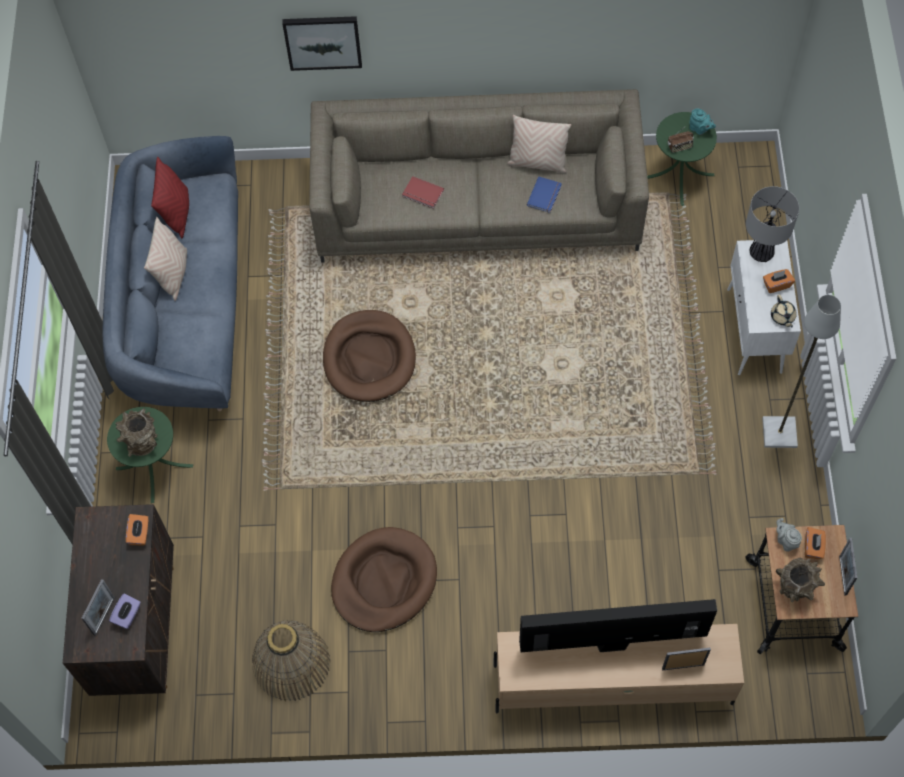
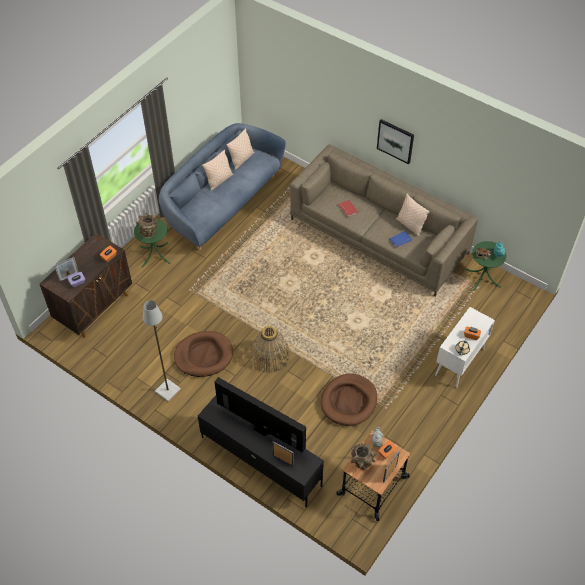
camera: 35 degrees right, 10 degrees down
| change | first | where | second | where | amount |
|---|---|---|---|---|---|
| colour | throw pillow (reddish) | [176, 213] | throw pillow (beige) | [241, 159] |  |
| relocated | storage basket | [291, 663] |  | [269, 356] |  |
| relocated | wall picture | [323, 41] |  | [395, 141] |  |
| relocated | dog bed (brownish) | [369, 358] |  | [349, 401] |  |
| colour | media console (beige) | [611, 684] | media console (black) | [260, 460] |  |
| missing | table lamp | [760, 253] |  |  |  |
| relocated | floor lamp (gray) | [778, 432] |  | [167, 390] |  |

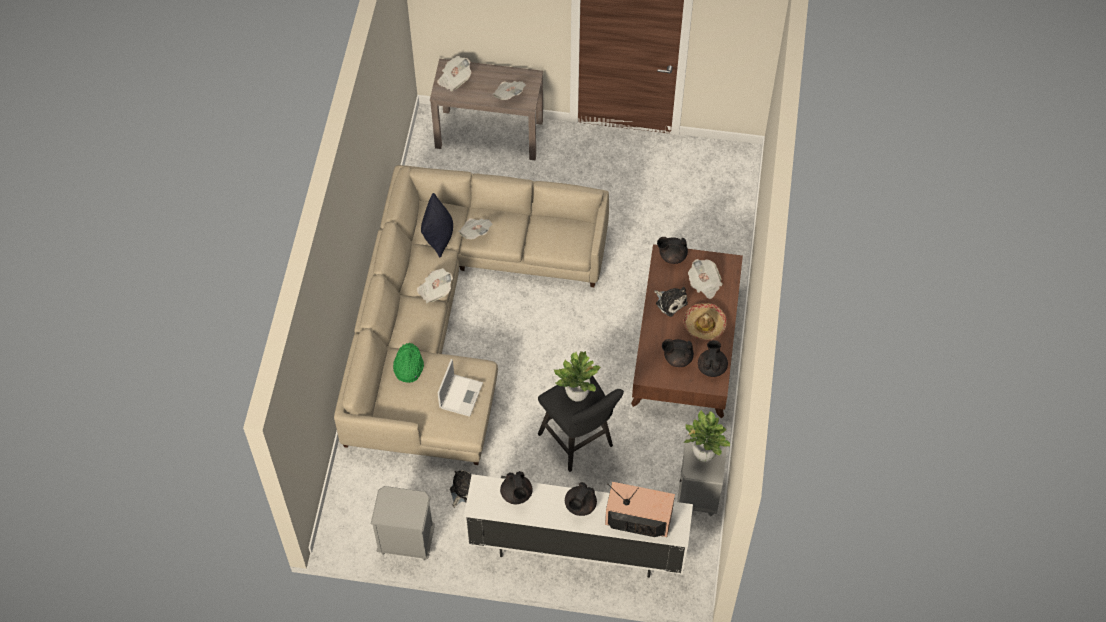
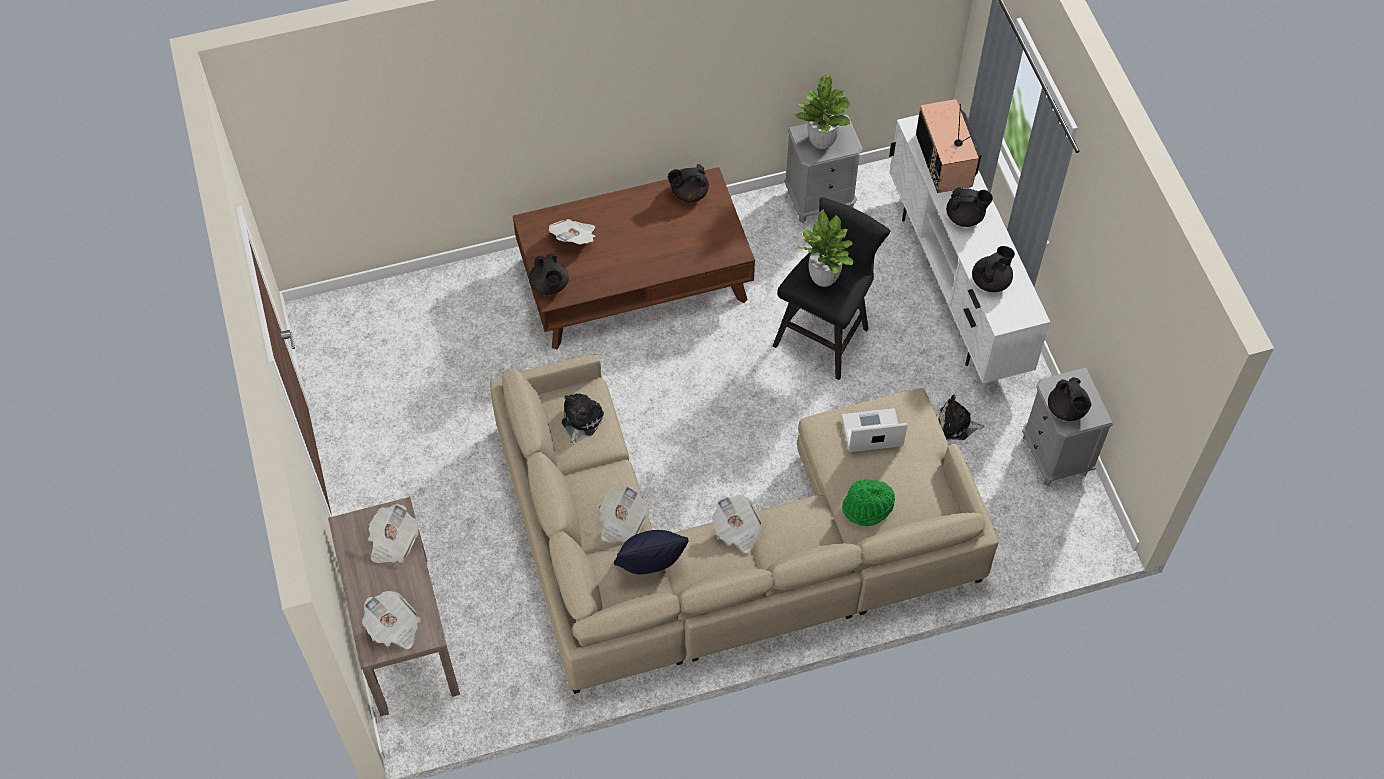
camera: 115 degrees left, 0 degrees up
| change | first | where | second | where | amount |
|---|---|---|---|---|---|
| relocated | plush toy | [670, 302] |  | [580, 420] |  |
| relocated | teapot (black) | [677, 358] |  | [1067, 410] |  |
| missing | wearable hat | [704, 325] |  |  |  |

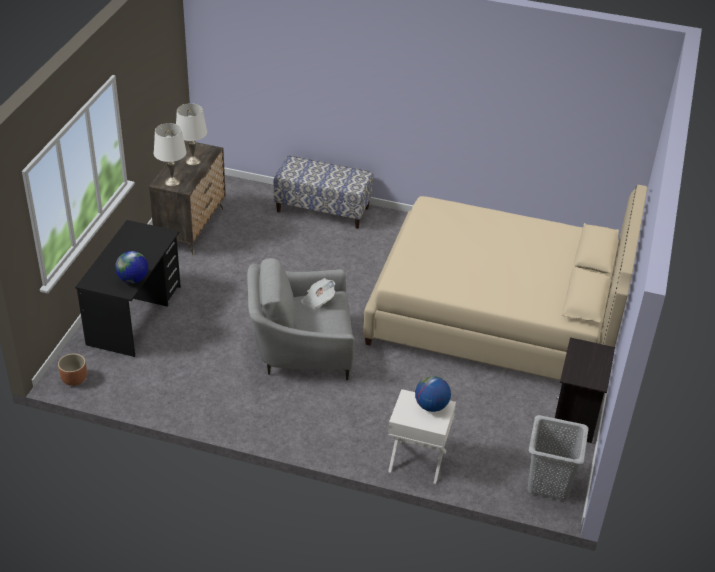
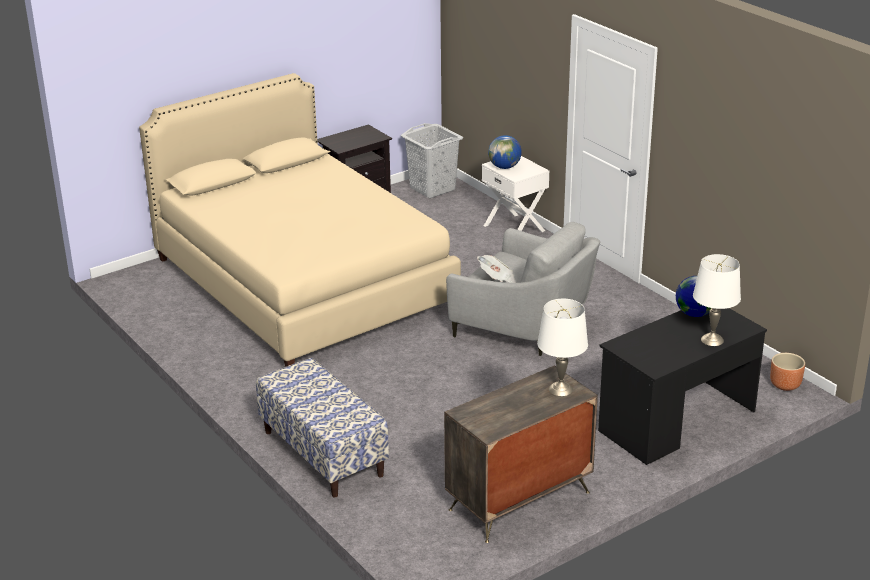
camera: 140 degrees left, 10 degrees down
| change | first | where | second | where | amount |
|---|---|---|---|---|---|
| relocated | table lamp (white) | [193, 161] |  | [711, 340] |  |

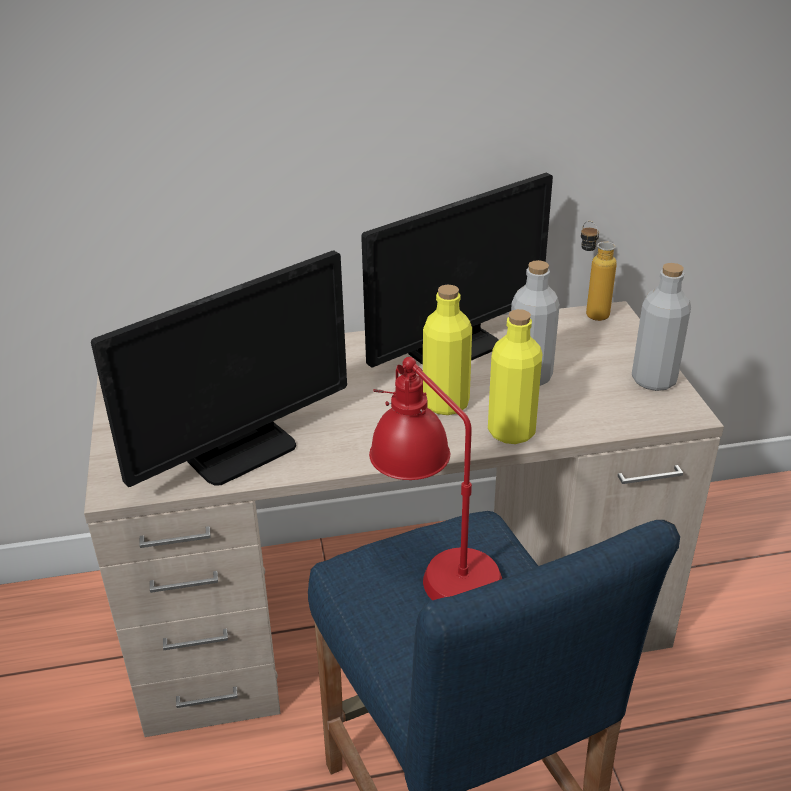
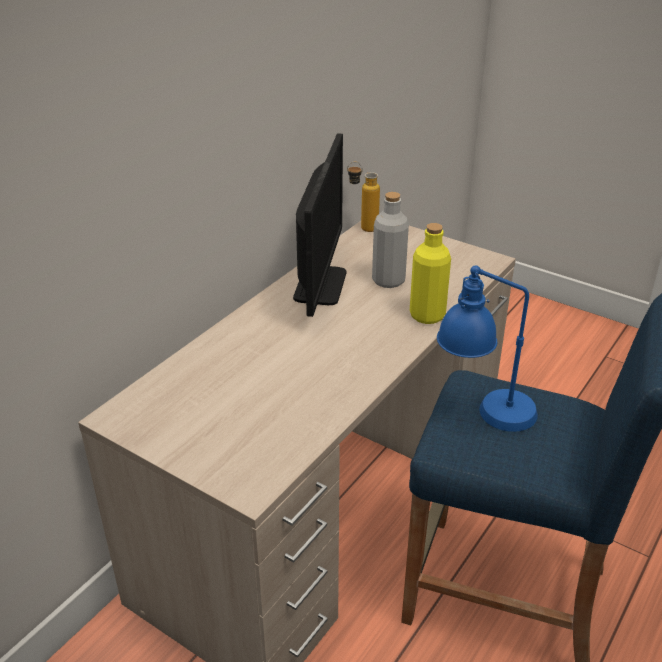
camera: 45 degrees left, 0 degrees up
| change | first | where | second | where | amount |
|---|---|---|---|---|---|
| missing | computer display | [241, 451] |  |  |  |
| colour | table lamp (reddish) | [434, 565] | table lamp (blue-coloured) | [482, 413] |  |
| missing | beverage bottle (yellow-coloured) | [446, 403] |  |  |  |
| missing | beverage bottle (gray) | [654, 380] |  |  |  |

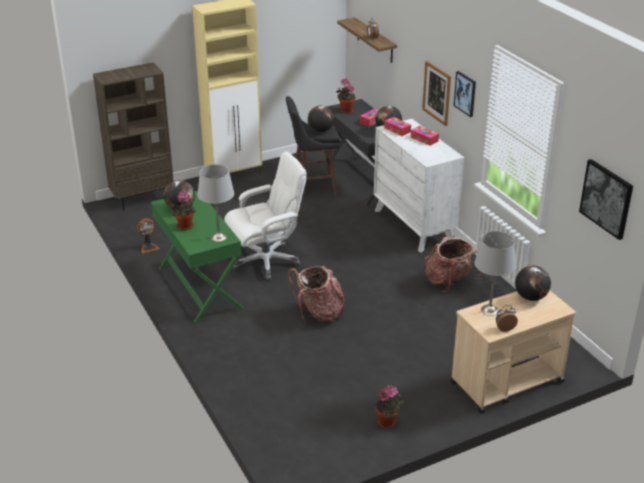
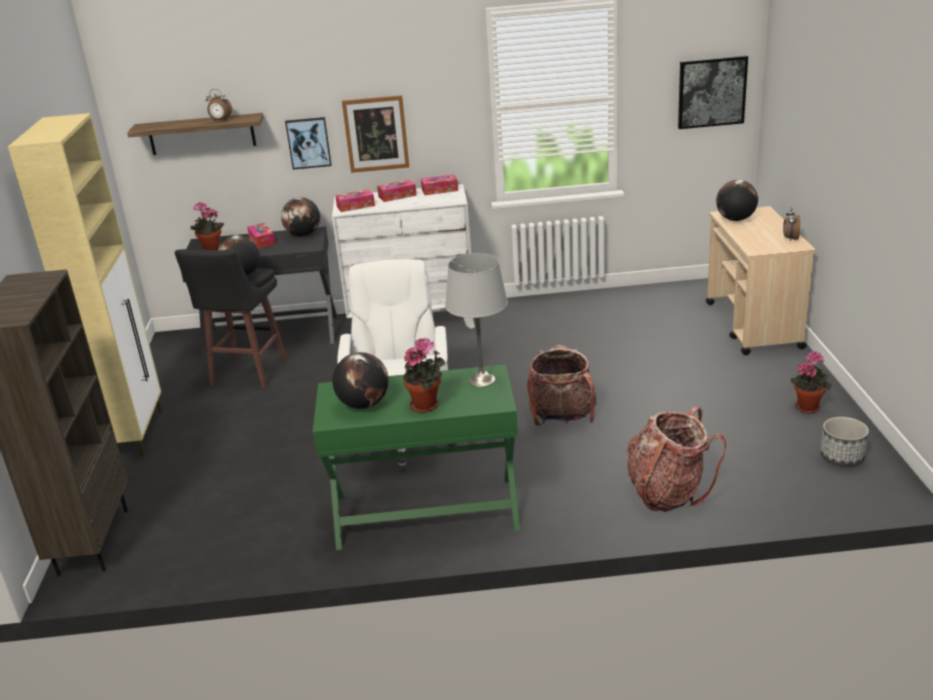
camera: 65 degrees left, 5 degrees down
| change | first | where | second | where | amount |
|---|---|---|---|---|---|
| missing | electric fan | [148, 247] |  |  |  |
| relocated | knapsack | [449, 282] |  | [668, 492] |  |
| relocated | wall picture | [465, 93] |  | [308, 143] |  |
| missing | table lamp (gray) | [490, 310] |  |  |  |
| appeared |  |  | tissue box | [439, 190] |  |
| appeared |  |  | flower pot | [841, 457] |  |

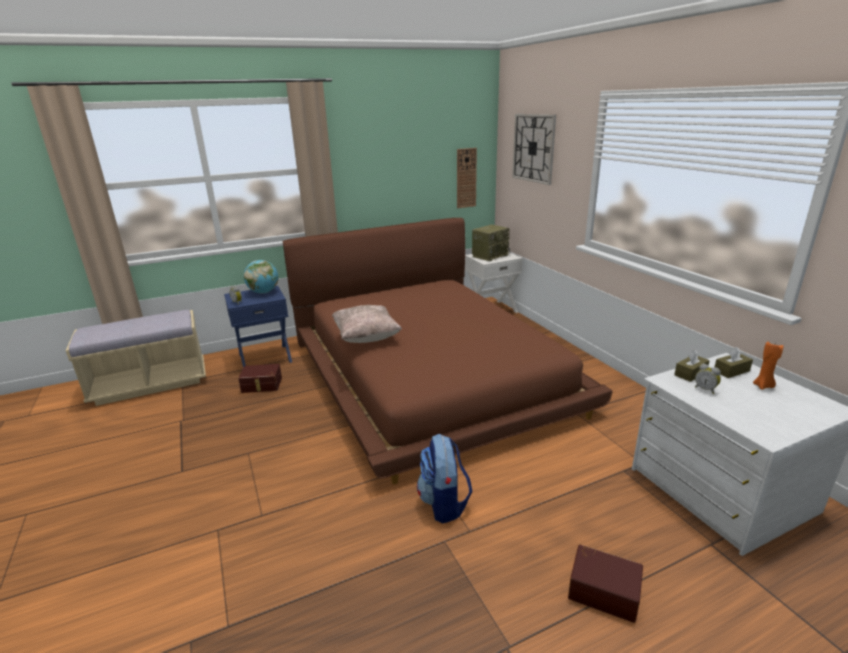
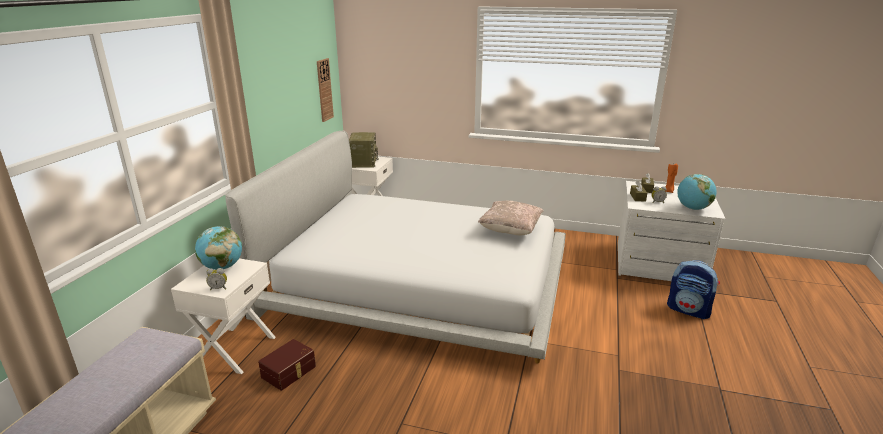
camera: 50 degrees left, 0 degrees up
| change | first | where | second | where | amount |
|---|---|---|---|---|---|
| colour | bedside table (blue-coloured) | [265, 358] | bedside table (white) | [234, 349] |  |
| colour | bed (brownish) | [429, 374] | bed (white) | [418, 283] |  |
| relocated | throw pillow (beige) | [366, 337] |  | [510, 230] |  |
| relocated | knapsack | [444, 503] |  | [689, 310] |  |
| missing | clock on the wall | [533, 148] |  |  |  |
| missing | storage container (brownish) | [603, 590] |  |  |  |
| appeared |  |  | world globe | [693, 208] |  |

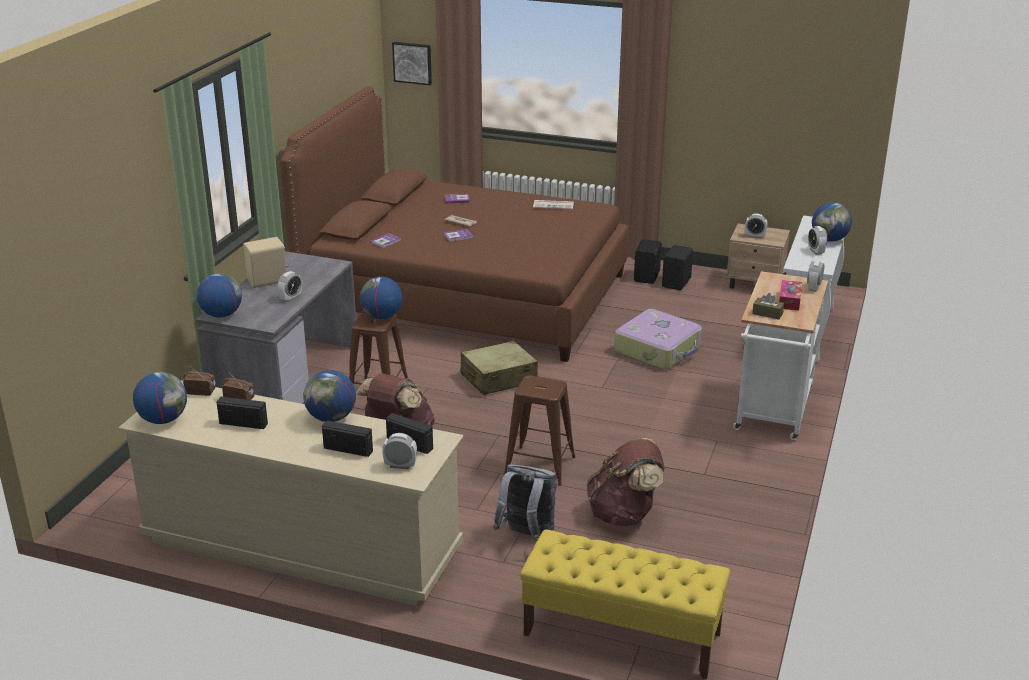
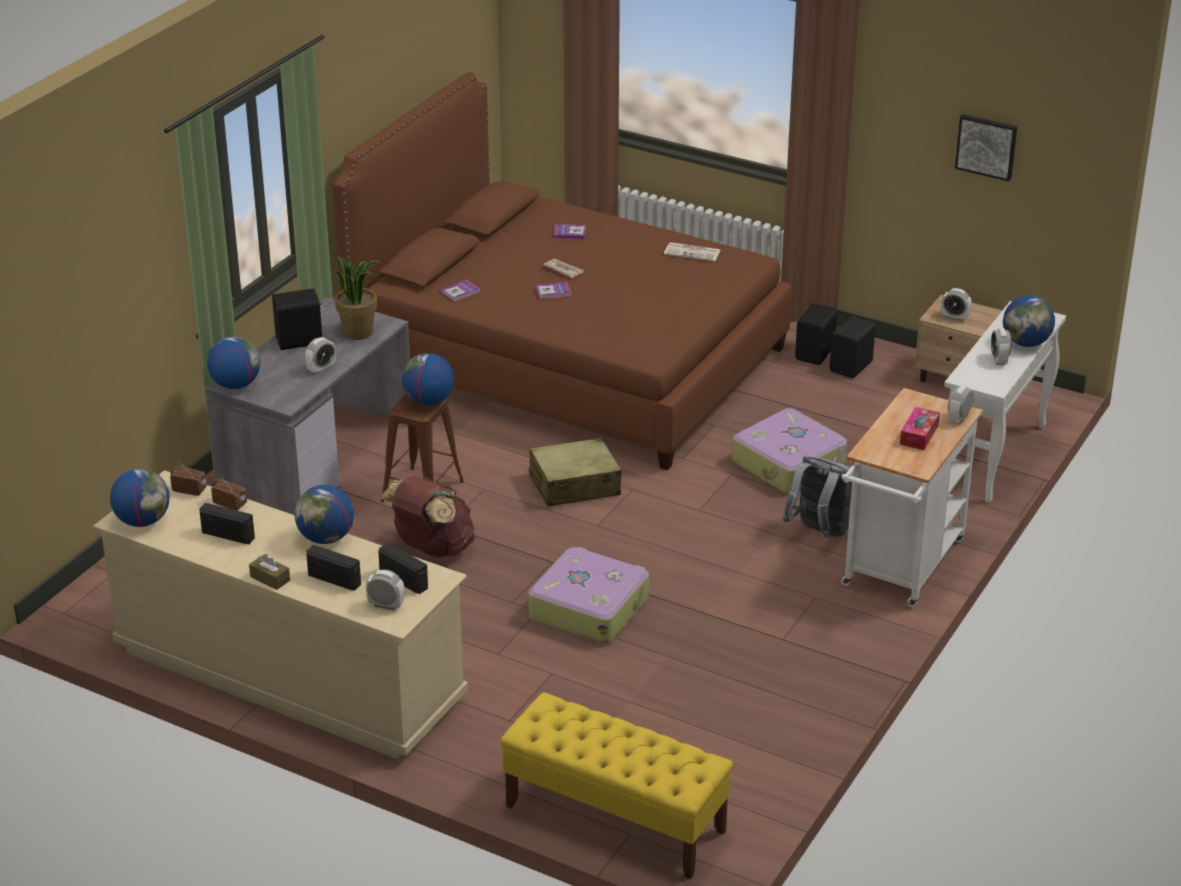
camera: 10 degrees right, 5 degrees up
| change | first | where | second | where | amount |
|---|---|---|---|---|---|
| colour | speaker (beige) | [268, 281] | speaker (black) | [300, 341] |  |
| relocated | wall picture | [412, 62] |  | [987, 146] |  |
| relocated | knapsack (gray) | [527, 536] |  | [818, 532] |  |
| exchanged | stool (brownish) | [540, 466] | travel case | [589, 607] |  |
| missing | knapsack (brownish) | [624, 514] |  |  |  |
| relocated | tissue box (brownish) | [767, 313] |  | [270, 578] |  |
| appeared |  |  | potted plant | [358, 332] |  |

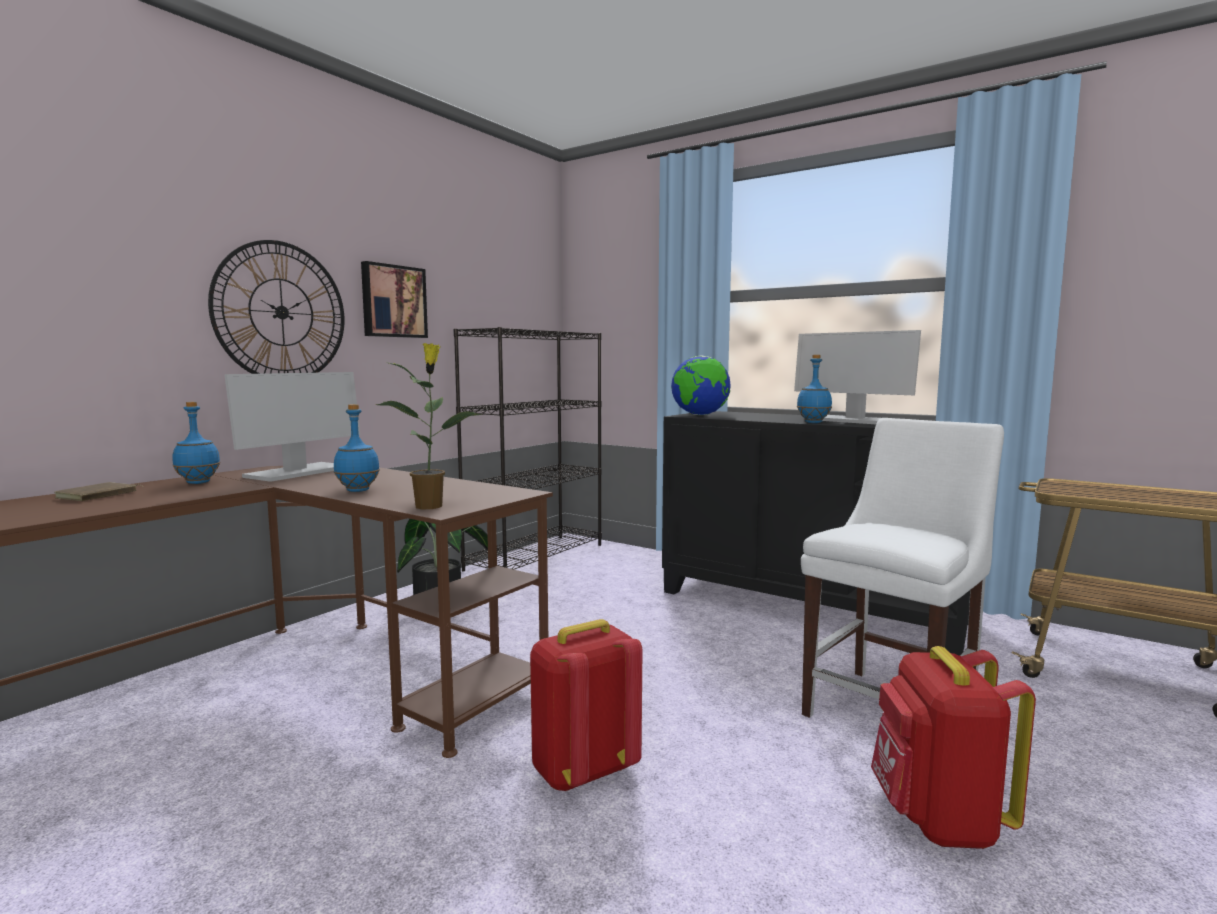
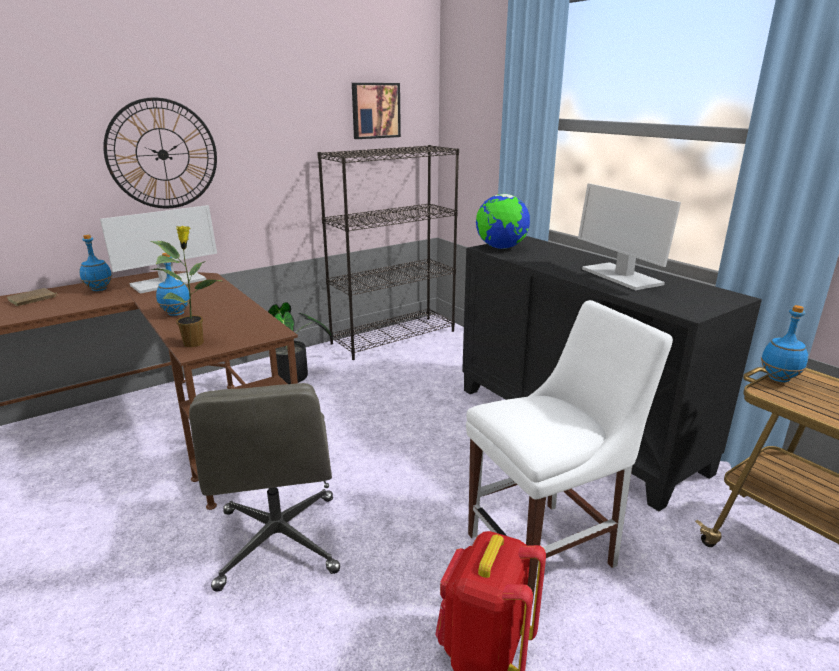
camera: 20 degrees right, 15 degrees up
| change | first | where | second | where | amount |
|---|---|---|---|---|---|
| relocated | wall picture | [393, 301] |  | [375, 110] |  |
| exchanged | knapsack (reddish) | [583, 771] | office chair (gray) | [279, 542] |  |
| relocated | beverage bottle (blue-coloured) | [814, 422] |  | [779, 379] |  |

